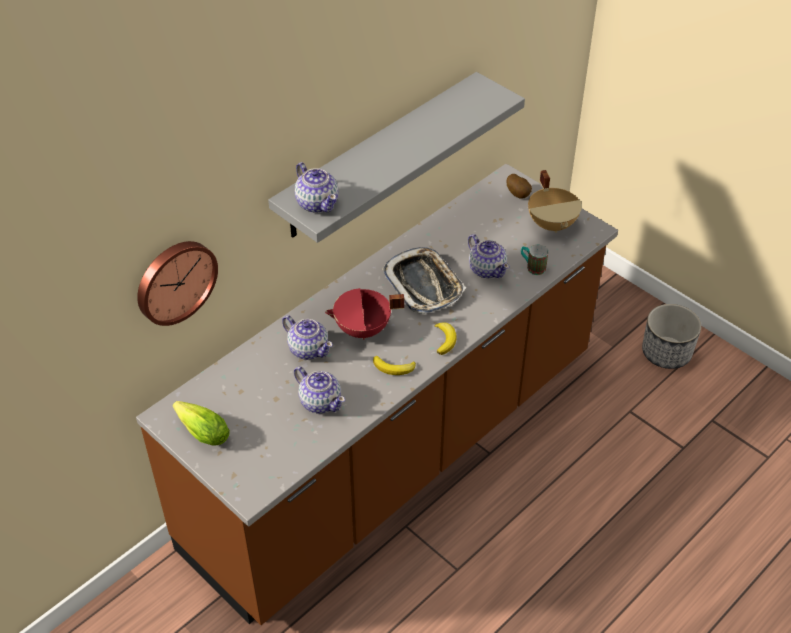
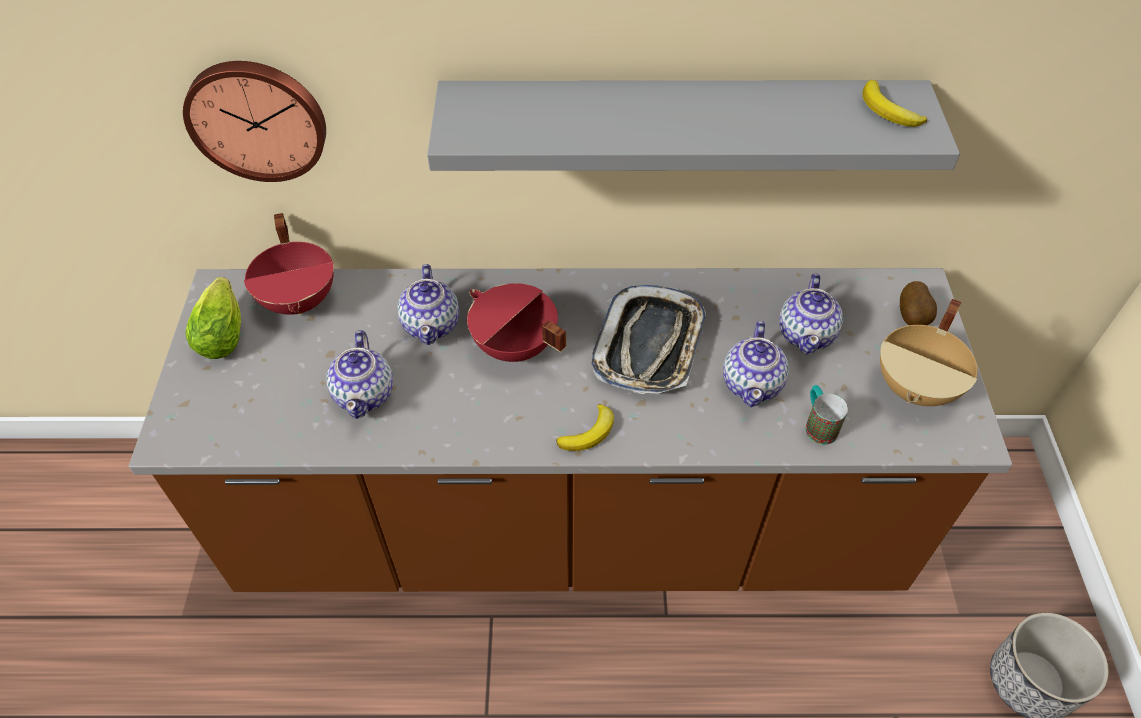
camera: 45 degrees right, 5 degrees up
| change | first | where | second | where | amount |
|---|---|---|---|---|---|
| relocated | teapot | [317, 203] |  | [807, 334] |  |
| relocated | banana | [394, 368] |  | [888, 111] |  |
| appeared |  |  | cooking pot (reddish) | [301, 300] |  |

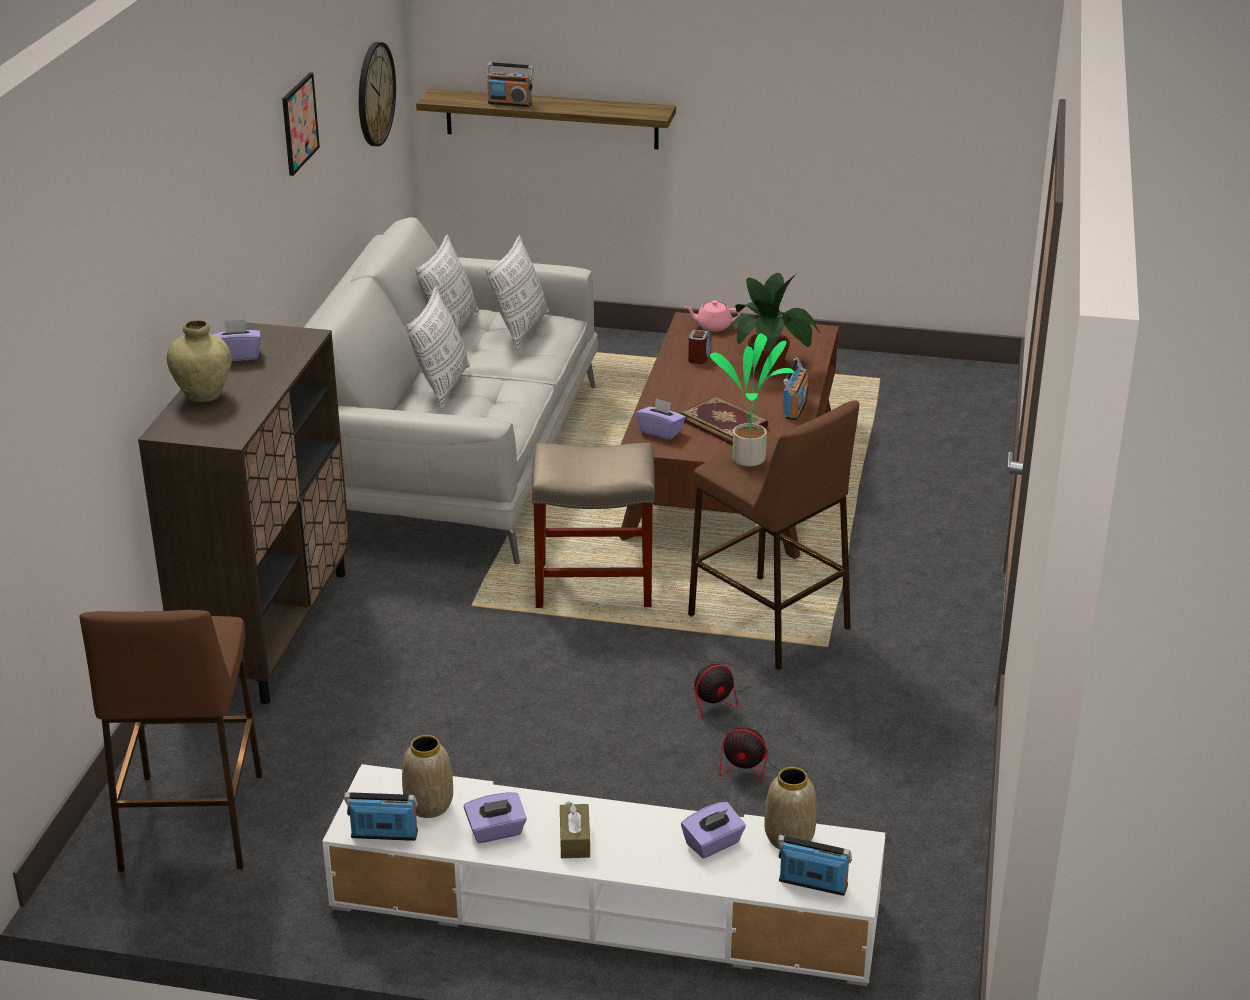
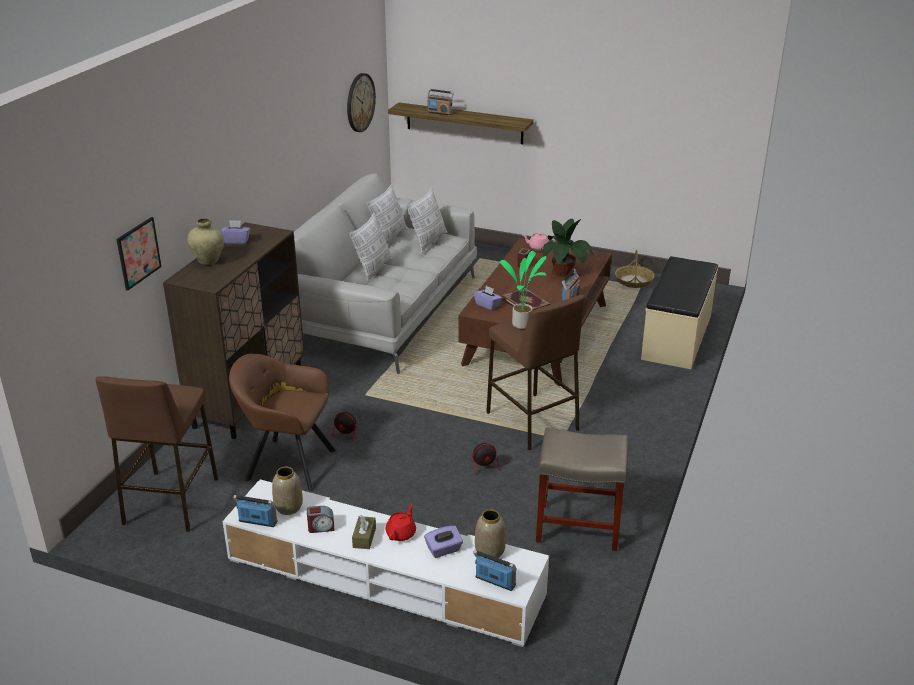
camera: 10 degrees right, 0 degrees up
| change | first | where | second | where | amount |
|---|---|---|---|---|---|
| relocated | wall picture | [299, 123] |  | [138, 253] |  |
| exchanged | tissue box (purple) | [496, 831] | bedside clock | [321, 527] |  |
| relocated | stool (beige) | [595, 584] |  | [579, 526] |  |
| relocated | electric fan | [762, 765] |  | [358, 433] |  |
| appeared |  |  | lounge chair (brownish) | [286, 463] |  |
| appeared |  |  | teapot (reddish) | [401, 533] |  |
| appeared |  |  | storage basket | [634, 281] |  |
| appeared |  |  | long seat (beige) | [677, 337] |  |

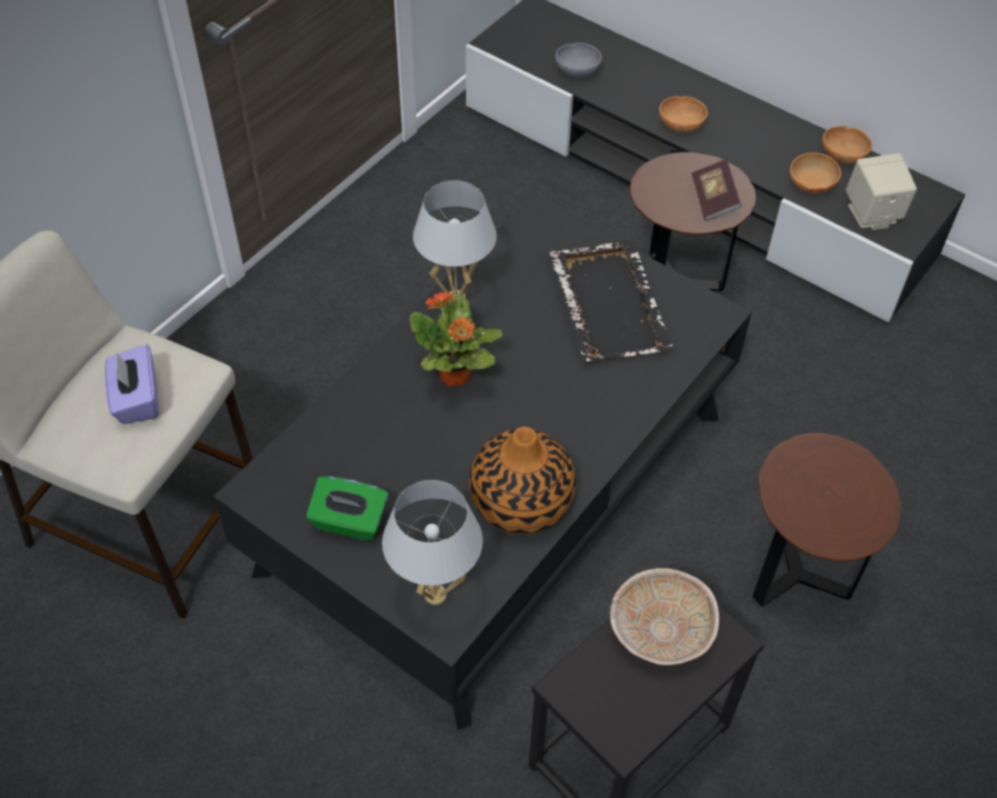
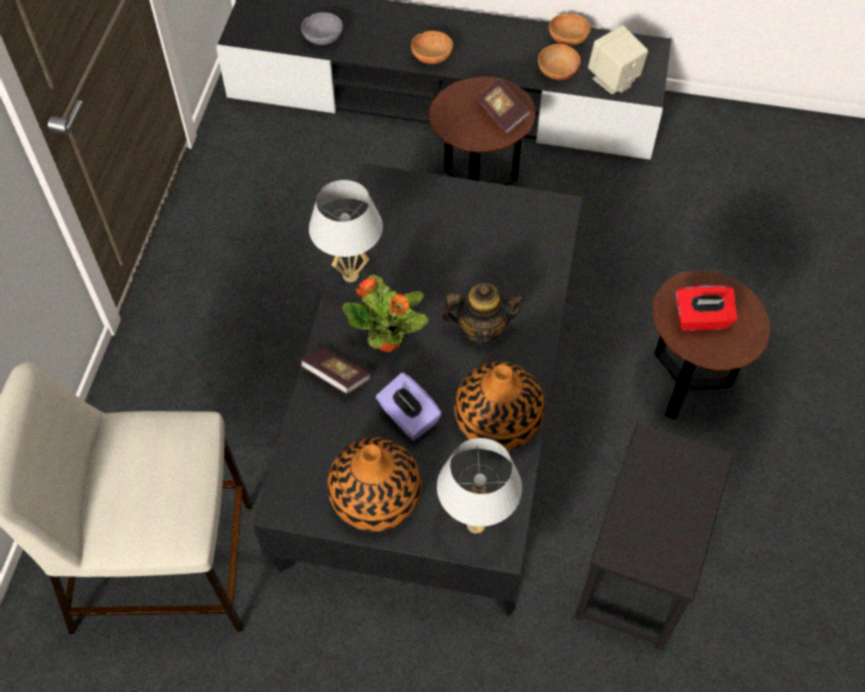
camera: 25 degrees left, 5 degrees up
| change | first | where | second | where | amount |
|---|---|---|---|---|---|
| relocated | tissue box (purple) | [137, 399] |  | [408, 417] |  |
| exchanged | tissue box (green-coloured) | [349, 522] | decorative vase | [376, 497] |  |
| missing | tray (black) | [608, 303] |  |  |  |
| missing | bowl (beige) | [660, 629] |  |  |  |
| appeared |  |  | bound book | [336, 377] |  |
| appeared |  |  | teapot | [481, 329] |  |
| appeared |  |  | tissue box (reddish) | [701, 319] |  |

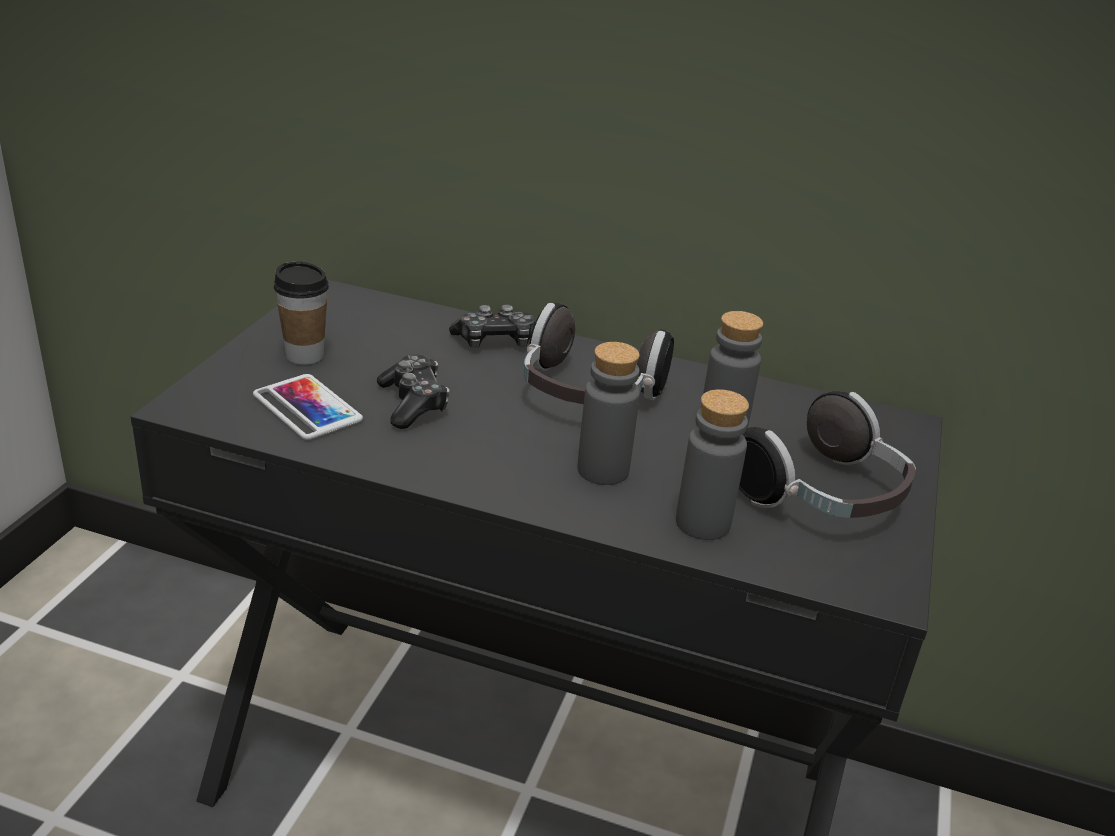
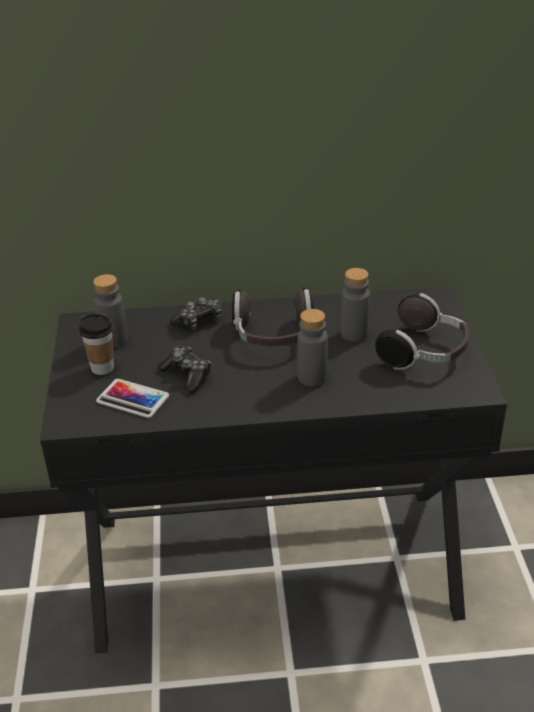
camera: 20 degrees left, 5 degrees up
| change | first | where | second | where | amount |
|---|---|---|---|---|---|
| relocated | beverage bottle (gray) | [702, 523] |  | [114, 340] |  |

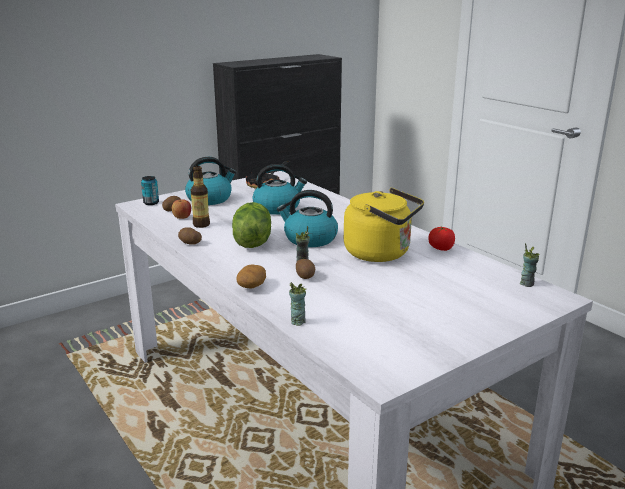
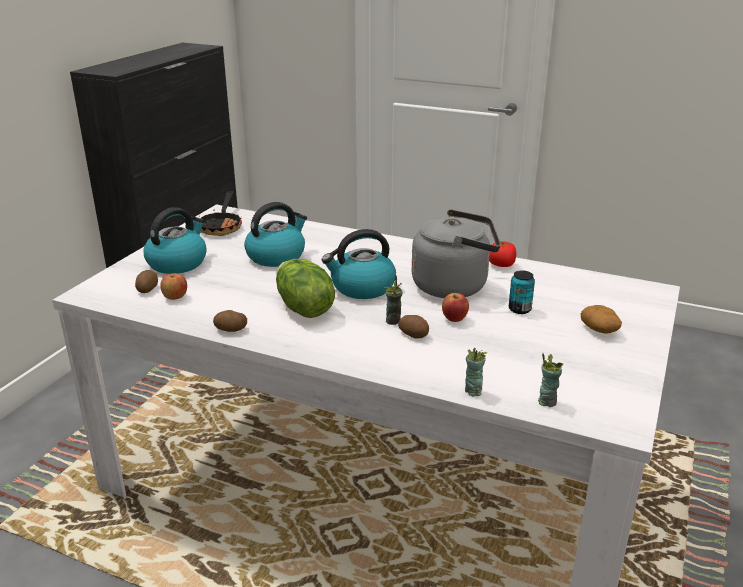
camera: 30 degrees left, 5 degrees up
| change | first | where | second | where | amount |
|---|---|---|---|---|---|
| relocated | sealed can | [151, 203] |  | [519, 309] |  |
| missing | beverage bottle | [201, 225] |  |  |  |
| relocated | potato | [251, 286] |  | [600, 329] |  |
| colour | tea kettle (yellow-coloured) | [381, 253] | tea kettle (gray) | [454, 286] |  |
| relocated | small cup | [527, 283] |  | [547, 401] |  |
| appeared |  |  | whole apple | [454, 319] |  |

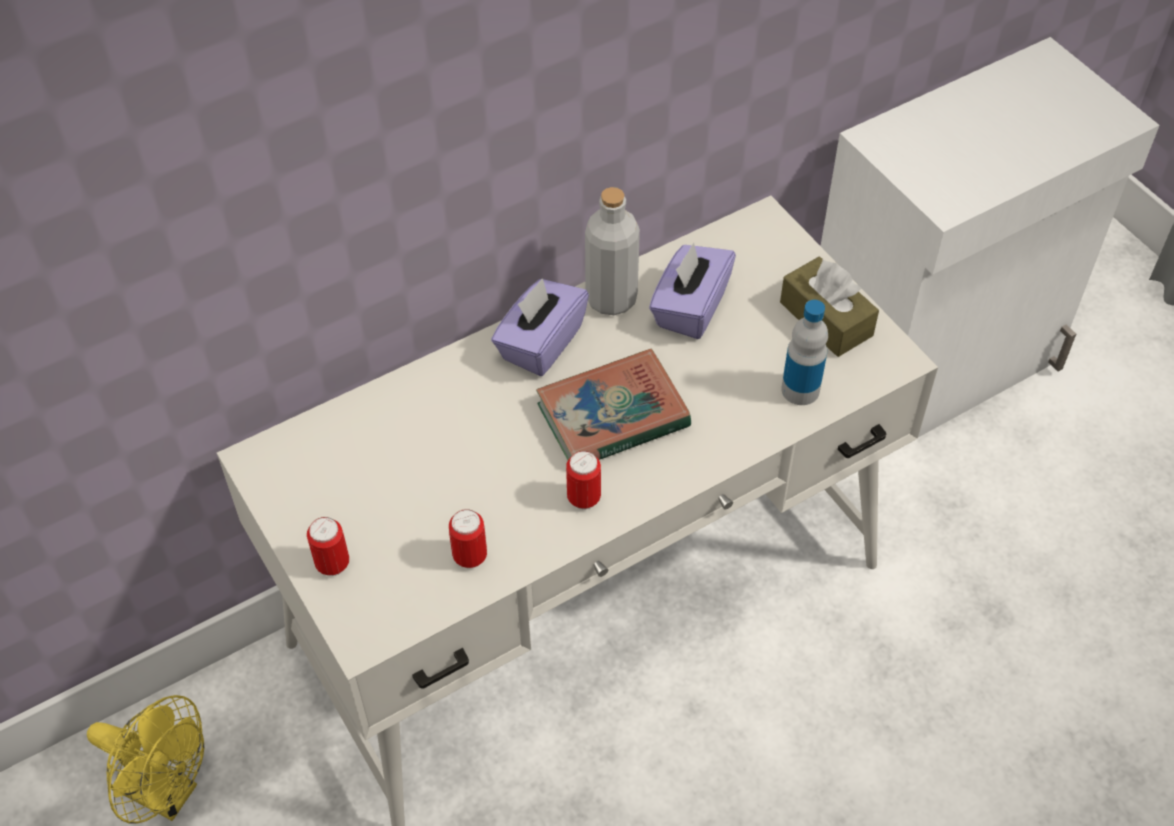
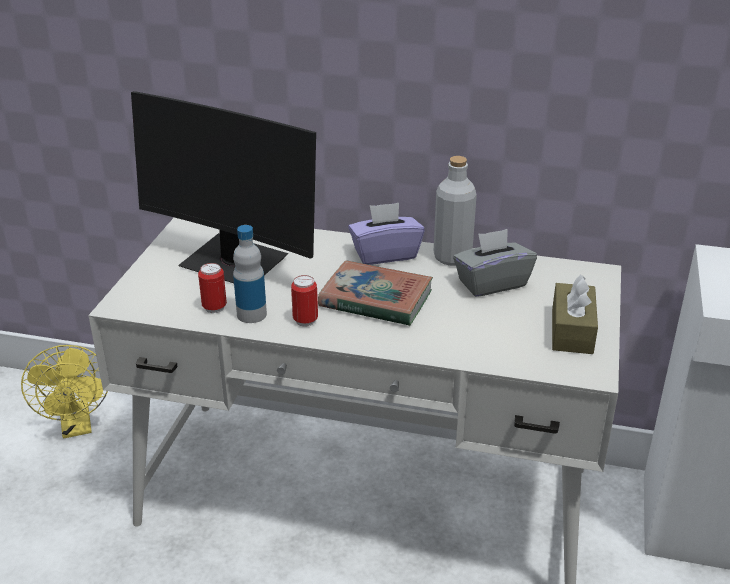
camera: 45 degrees right, 20 degrees down
| change | first | where | second | where | amount |
|---|---|---|---|---|---|
| missing | sealed can | [332, 564] |  |  |  |
| colour | tissue box (purple) | [690, 308] | tissue box (gray) | [491, 283] |  |
| relocated | beverage bottle | [800, 390] |  | [251, 314] |  |
| appeared |  |  | computer display | [234, 263] |  |

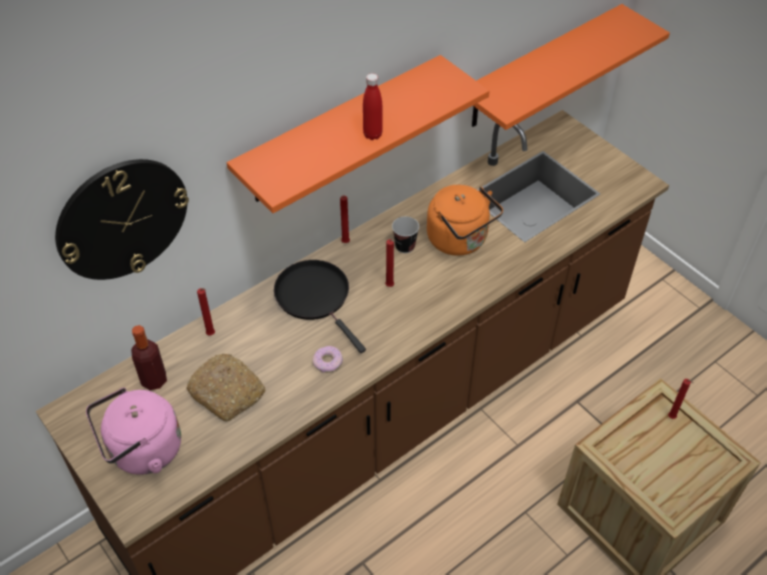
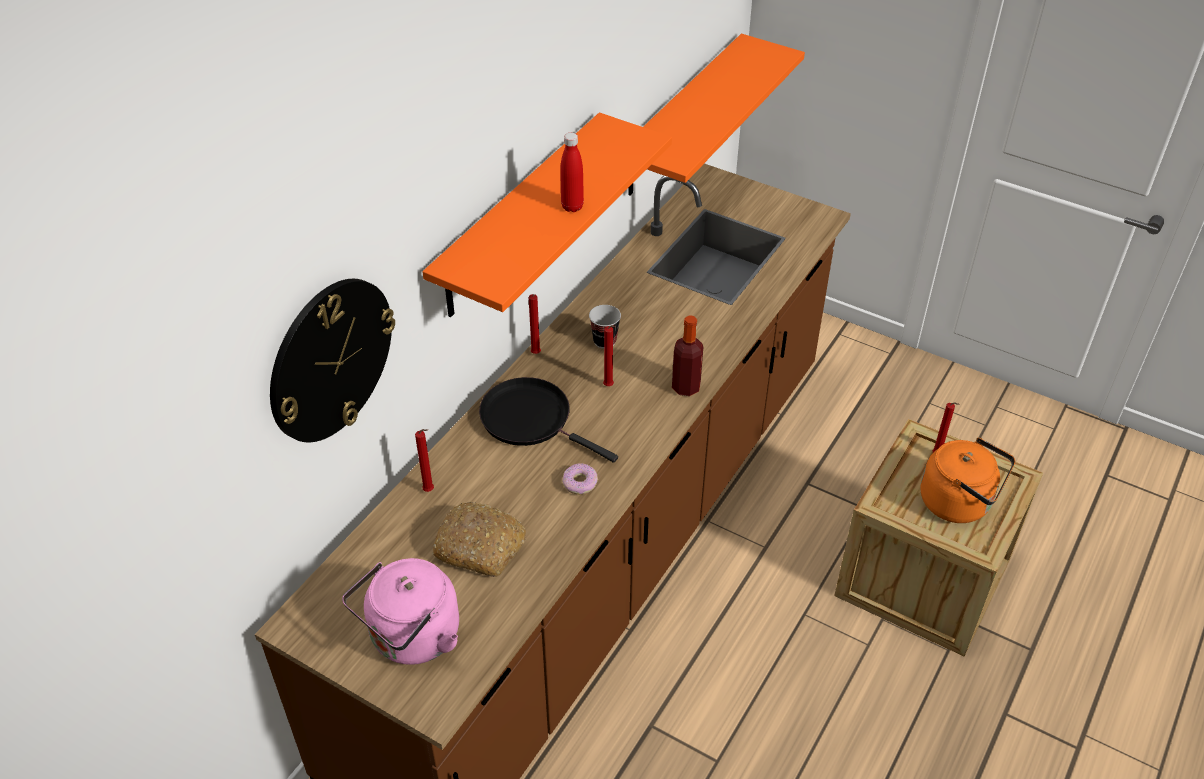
camera: 20 degrees left, 5 degrees down
| change | first | where | second | where | amount |
|---|---|---|---|---|---|
| relocated | beverage bottle | [154, 380] |  | [686, 387] |  |
| relocated | tea kettle (orangey) | [460, 240] |  | [959, 503] |  |

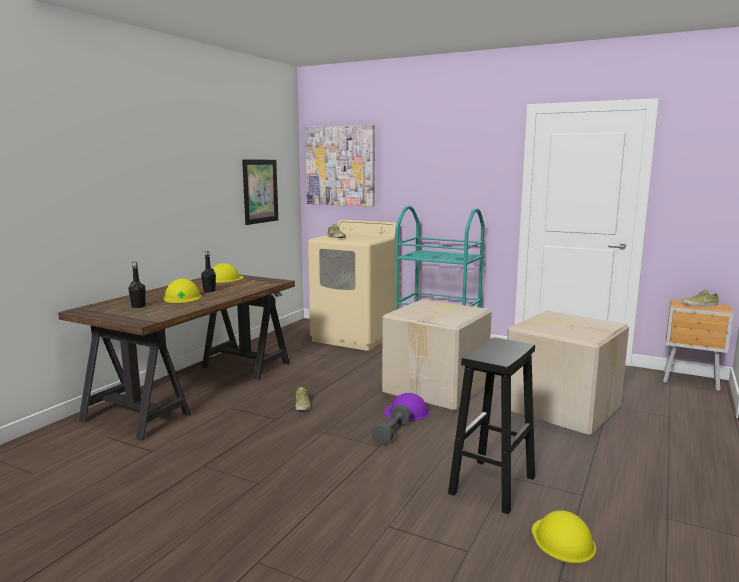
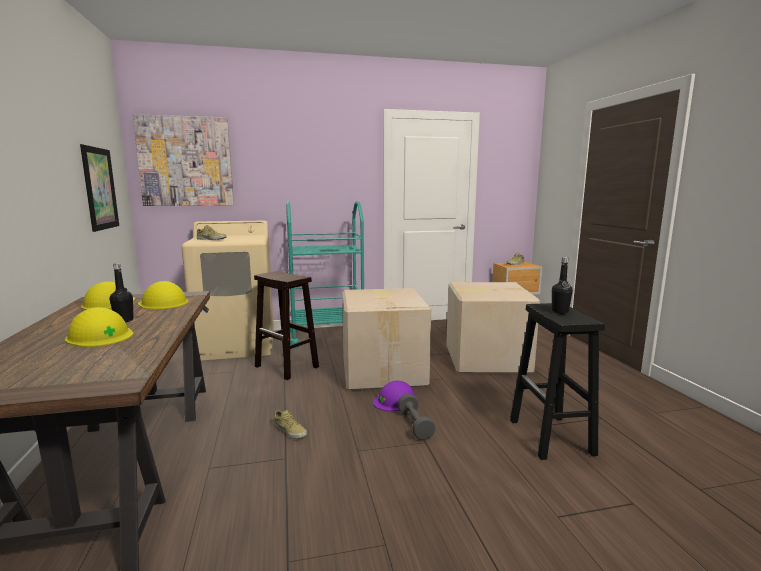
camera: 40 degrees left, 0 degrees up
| change | first | where | second | where | amount |
|---|---|---|---|---|---|
| relocated | beverage bottle (black) | [138, 306] |  | [560, 312] |  |
| relocated | safety helmet (yellow-coloured) | [562, 540] |  | [163, 303] |  |
| appeared |  |  | stool (brownish) | [287, 367] |  |

